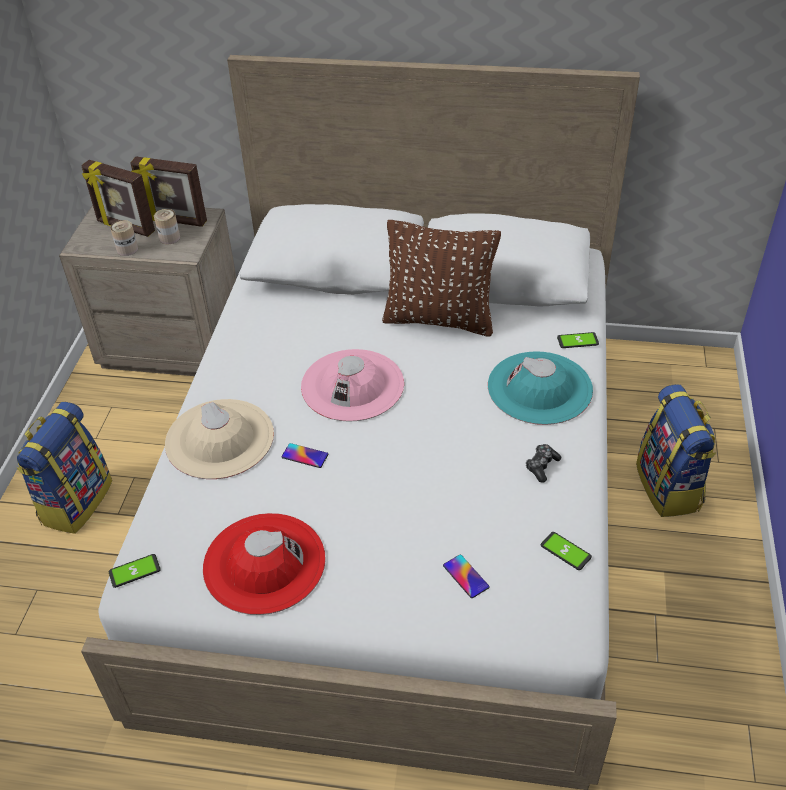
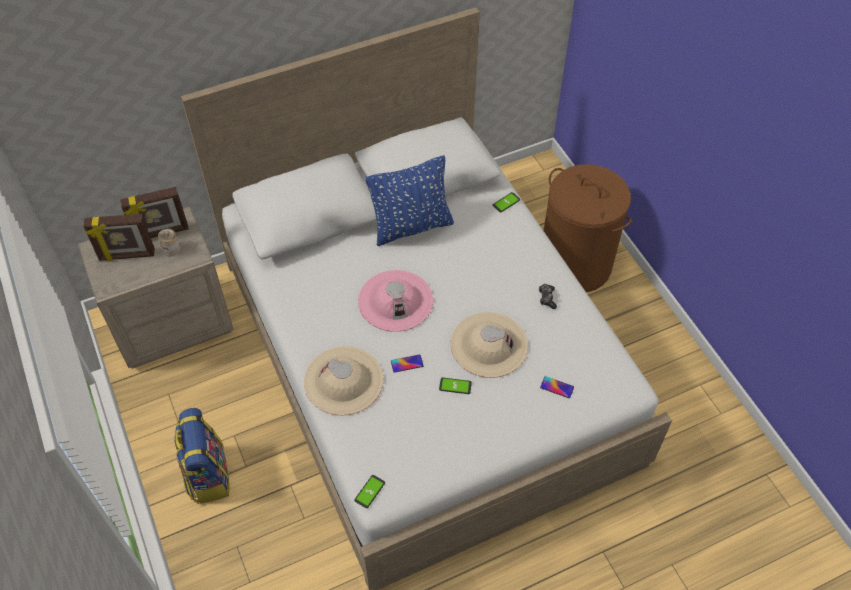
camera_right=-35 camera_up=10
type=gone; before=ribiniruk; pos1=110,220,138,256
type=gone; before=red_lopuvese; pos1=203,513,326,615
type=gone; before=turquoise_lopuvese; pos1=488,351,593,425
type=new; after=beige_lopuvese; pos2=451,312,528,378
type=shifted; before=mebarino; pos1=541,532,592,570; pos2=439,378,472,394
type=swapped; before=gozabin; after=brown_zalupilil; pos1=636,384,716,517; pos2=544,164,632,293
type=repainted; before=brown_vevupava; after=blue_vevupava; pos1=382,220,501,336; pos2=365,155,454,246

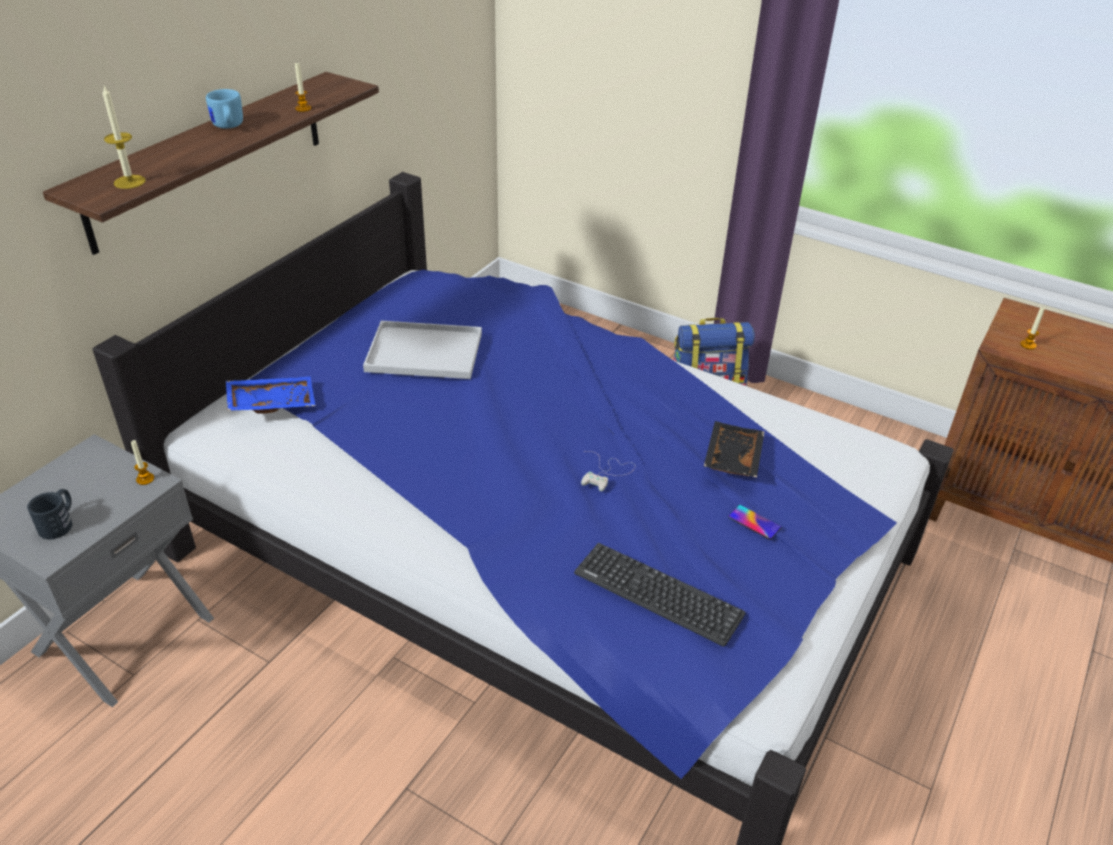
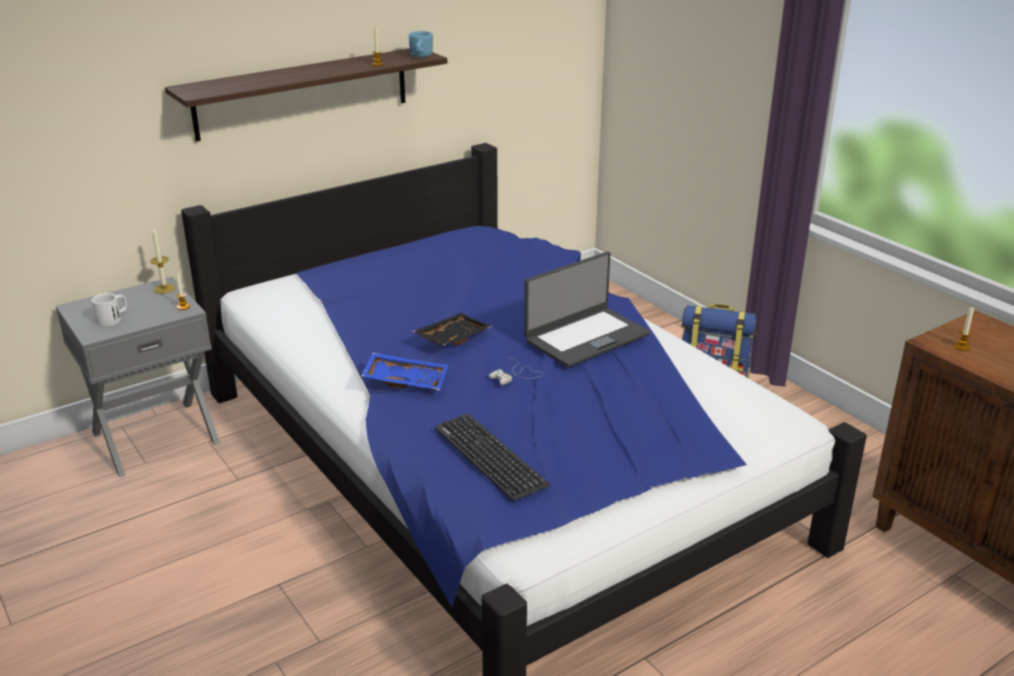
camera_right=25 camera_up=-10
type=gone; before=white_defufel; pos1=363,321,482,379
type=gone; before=mebarino; pos1=728,505,782,540
type=new; after=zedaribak; pos2=524,252,650,367
type=shifted; before=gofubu; pos1=103,86,146,189; pos2=150,228,175,294
type=shifted; before=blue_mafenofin; pos1=206,89,243,128; pos2=409,31,433,58
type=shifted; before=blue_defufel; pos1=226,377,316,414; pos2=361,352,448,390
type=shifted; before=black_defufel; pos1=704,421,764,477; pos2=412,313,493,346
type=repainted; before=black_mafenofin; after=white_mafenofin; pos1=27,489,72,539; pos2=92,293,127,327

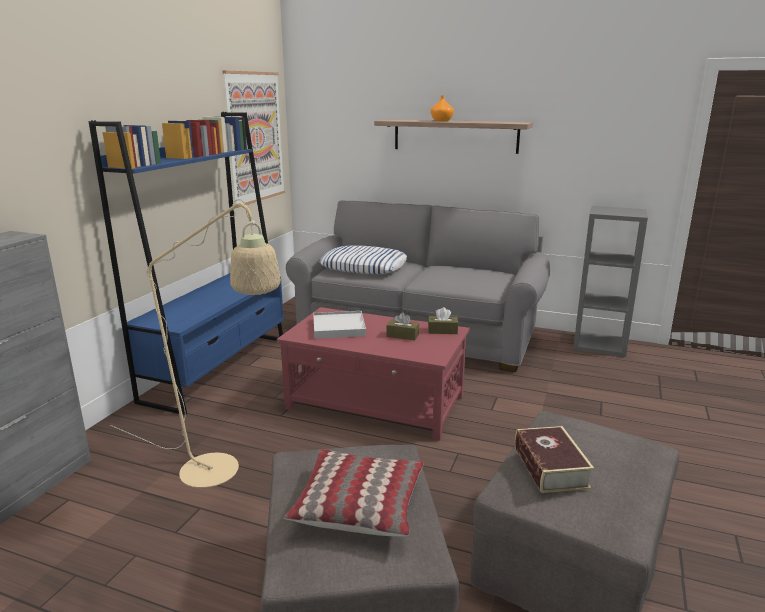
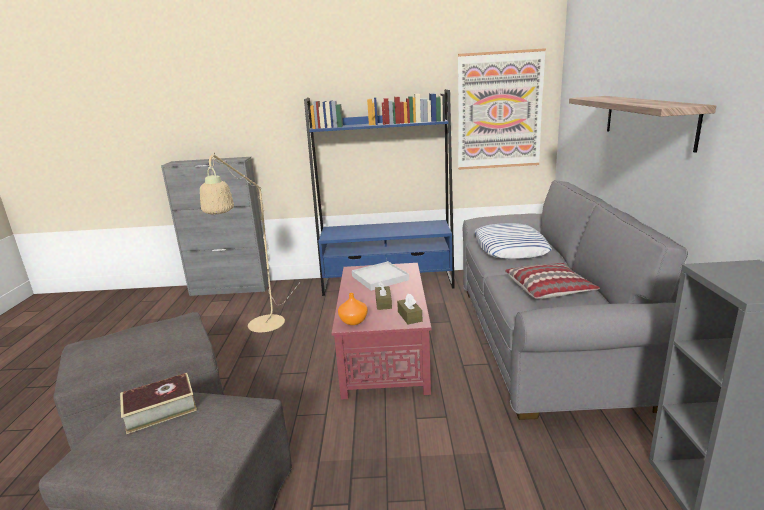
camera_right=70 camera_up=0
type=shifted; before=vevupava; pos1=284,449,424,536; pos2=505,263,600,299
type=shifted; before=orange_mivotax; pos1=431,95,454,121; pos2=338,293,368,325

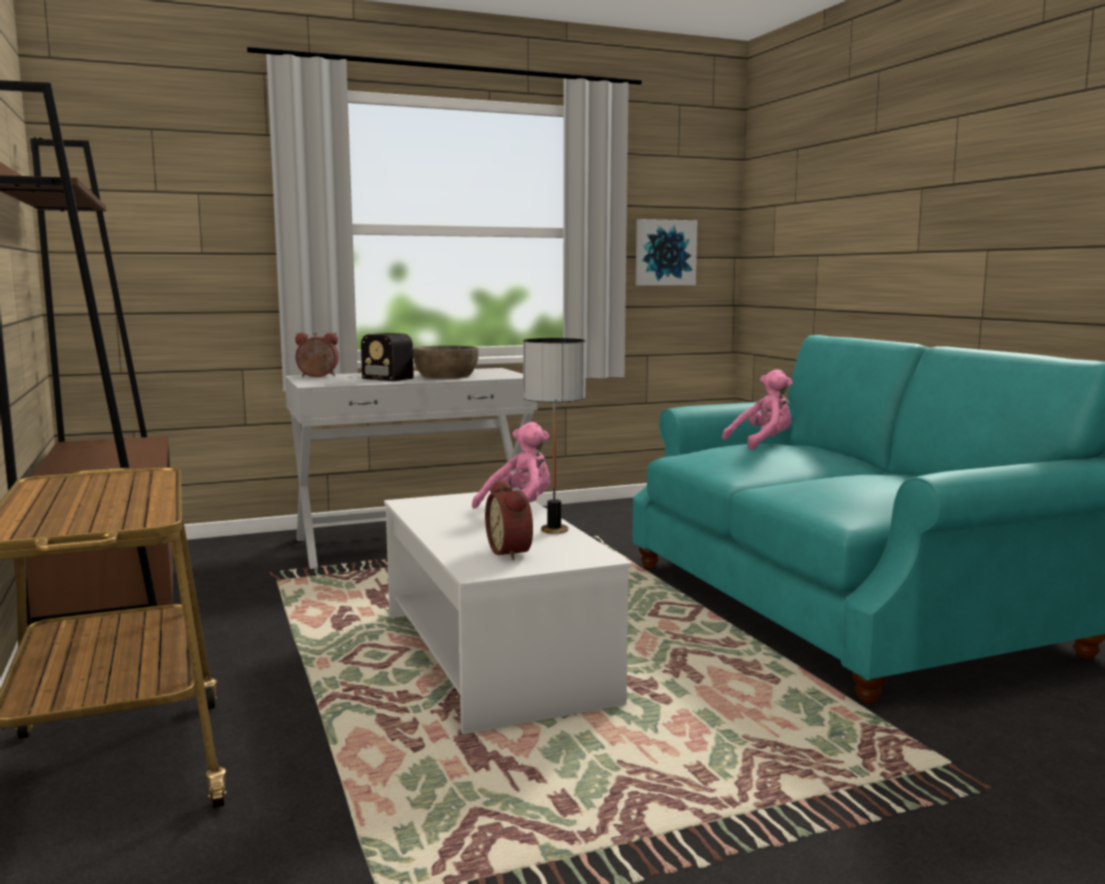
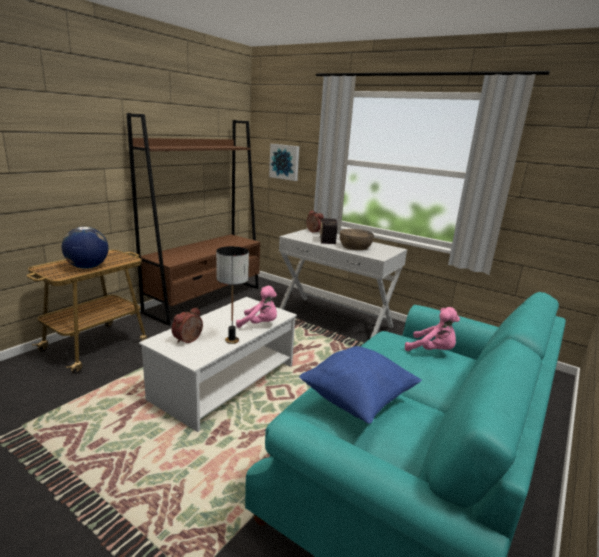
camera_right=55 camera_up=10
type=new; after=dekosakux; pos2=62,227,108,269
type=new; after=blue_vevupava; pos2=299,346,422,424
type=shifted; before=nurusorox; pos1=636,219,697,286; pos2=269,144,299,181

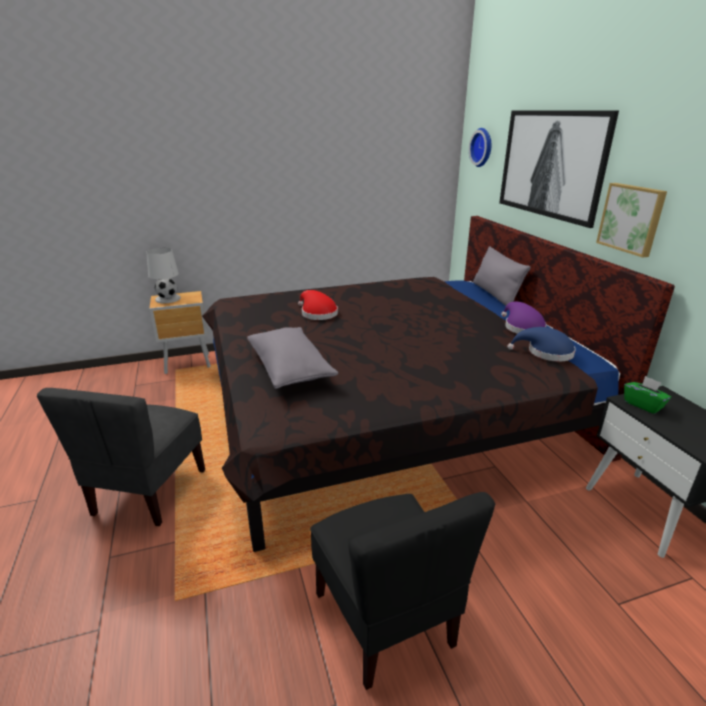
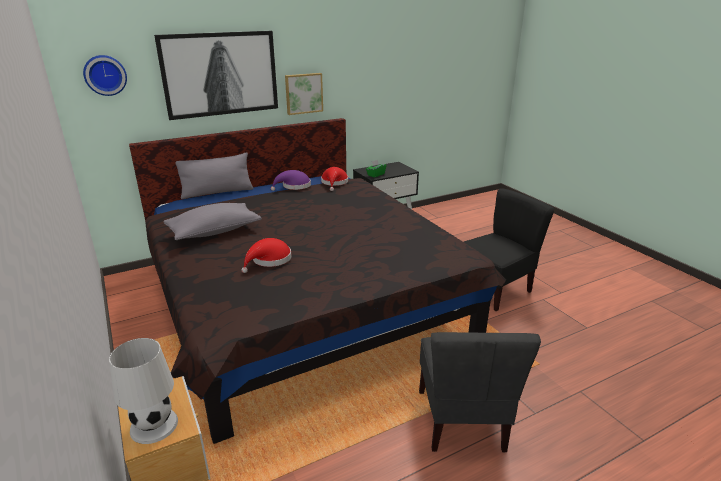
camera_right=-100 camera_up=0
type=shifted; before=grey_vevupava; pos1=247,327,338,389; pos2=163,203,262,240
type=repainted; before=blue_lopuvese; after=red_lopuvese; pos1=507,327,576,361; pos2=321,167,348,191
type=rotated; before=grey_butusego; pos1=37,388,205,526; pos2=419,332,541,452; turn=90

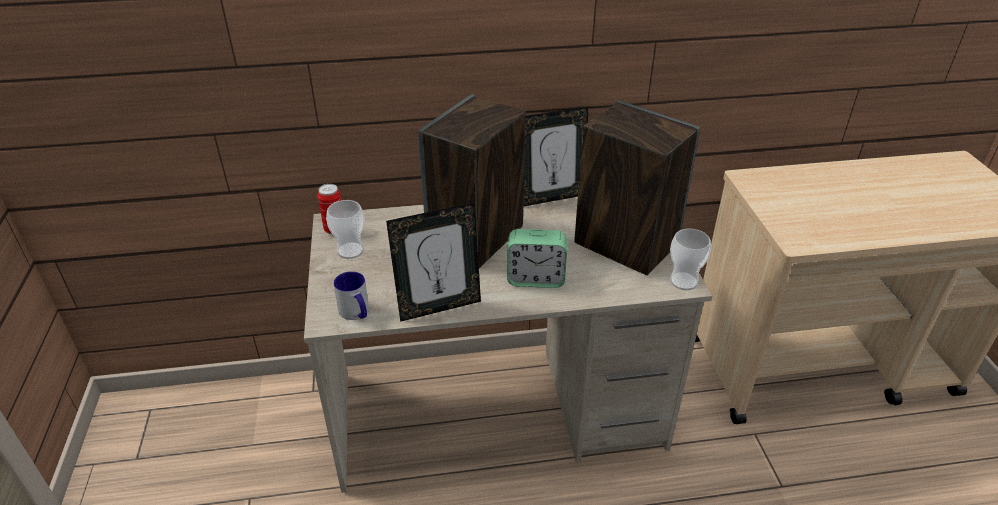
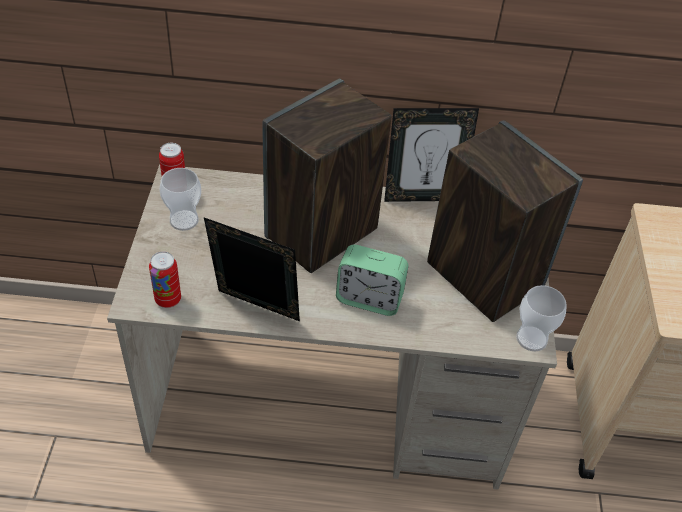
camera_right=10 camera_up=10
type=swapped; before=mafenofin; after=ribiniruk; pos1=333,271,369,320; pos2=149,251,181,308
type=rotated; before=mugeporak; pos1=386,203,481,322; pos2=204,217,300,321; turn=-150

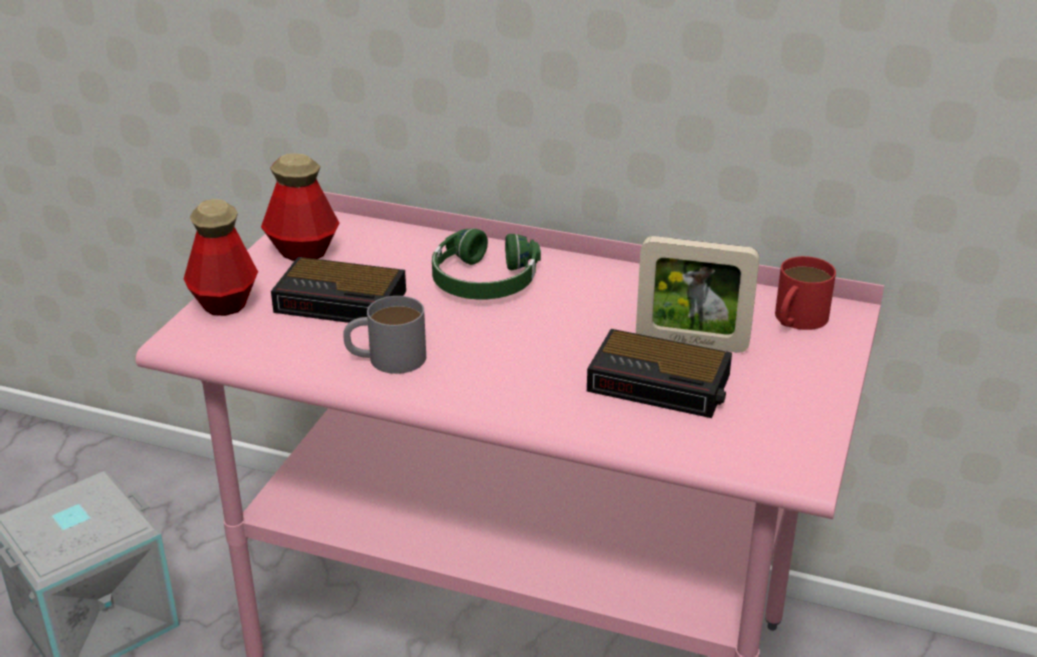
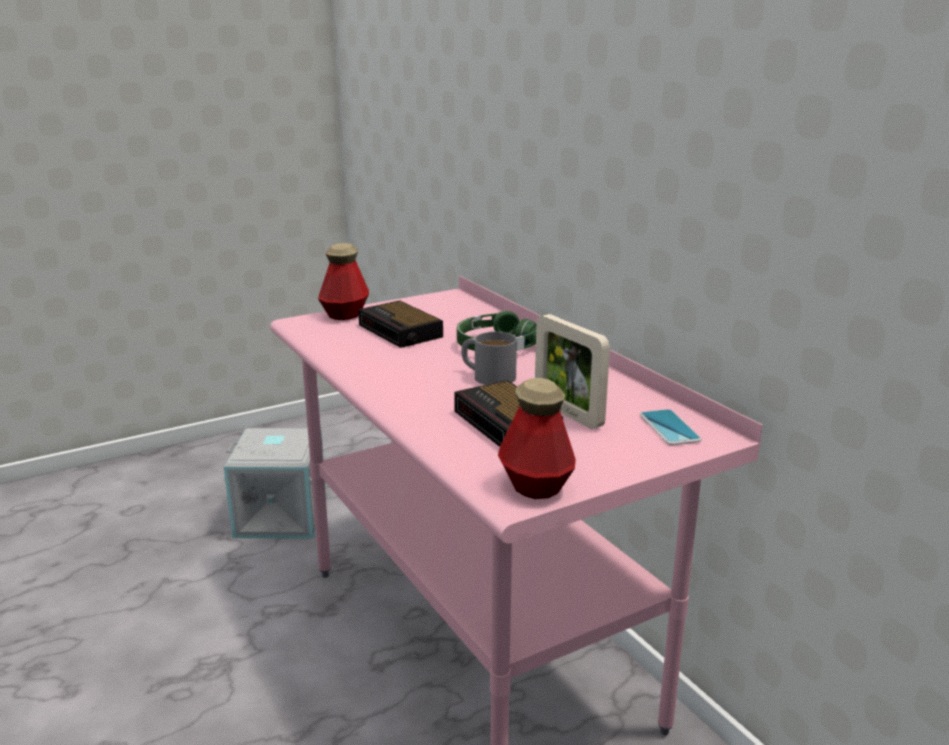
camera_right=40 camera_up=-10
type=shifted; before=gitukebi; pos1=261,153,340,261; pos2=498,378,576,499
type=shifted; before=grey_mafenofin; pos1=343,296,426,374; pos2=461,332,517,385
type=swapped; before=red_mafenofin; after=mebarino; pos1=775,256,836,330; pos2=640,409,702,445

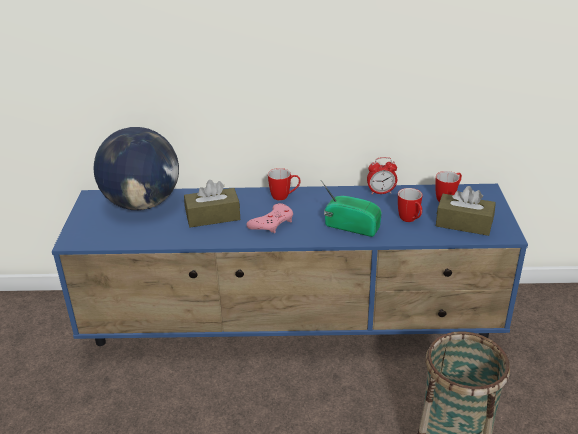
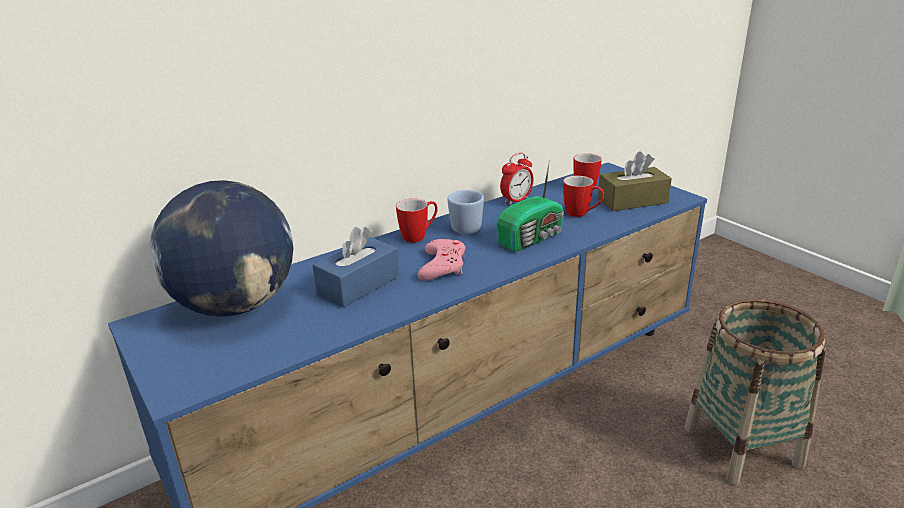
camera_right=-35 camera_up=-5
type=new; after=blue_mafenofin; pos2=447,190,484,234
type=repainted; before=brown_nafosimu; after=blue_nafosimu; pos1=184,180,240,228; pos2=313,227,399,307
type=rotated; before=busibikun; pos1=321,180,382,237; pos2=497,161,564,252; turn=150

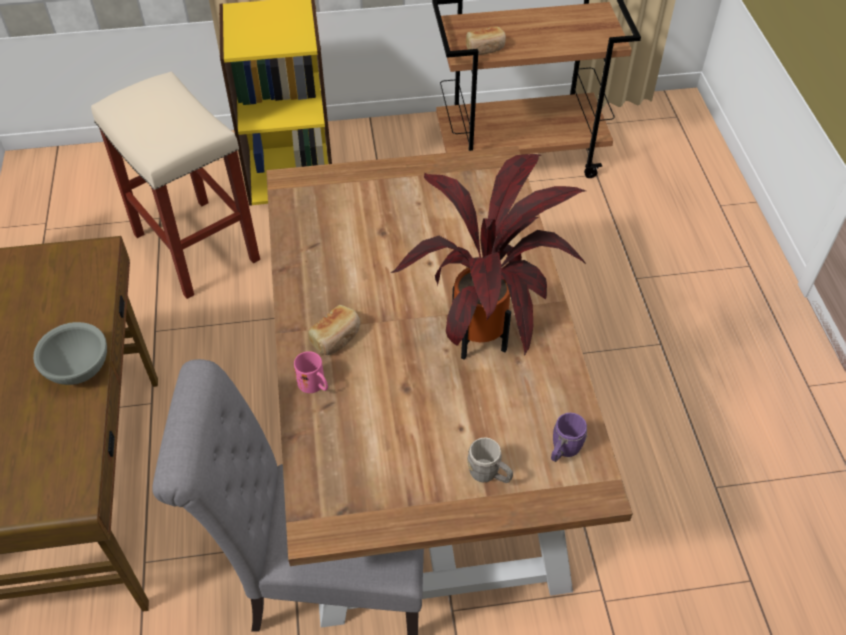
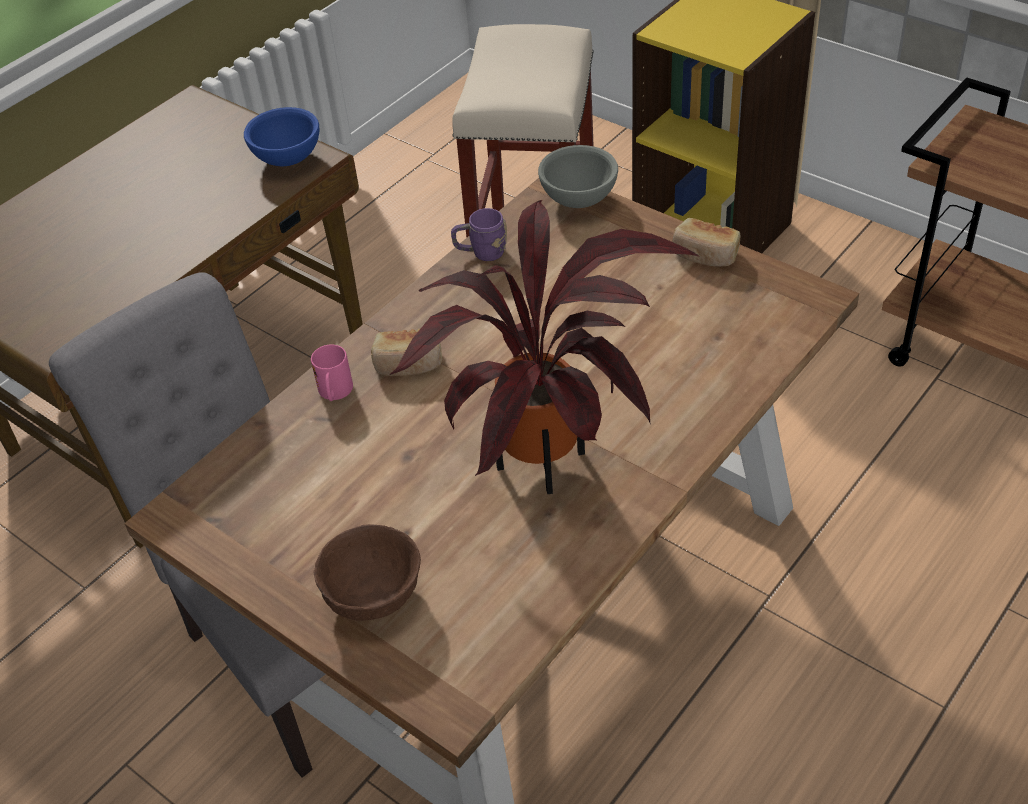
camera_right=50 camera_up=-5
type=new; after=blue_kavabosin; pos2=244,107,319,166
type=shifted; before=grey_kavabosin; pos1=33,322,107,385; pos2=538,145,618,208
type=shifted; before=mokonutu; pos1=466,27,506,55; pos2=672,218,740,267
type=shifted; before=purple_mafenofin; pos1=551,413,587,462; pos2=451,208,507,261
type=swapped; before=grey_mafenofin; after=brown_kavabosin; pos1=467,437,513,483; pos2=313,524,421,621

